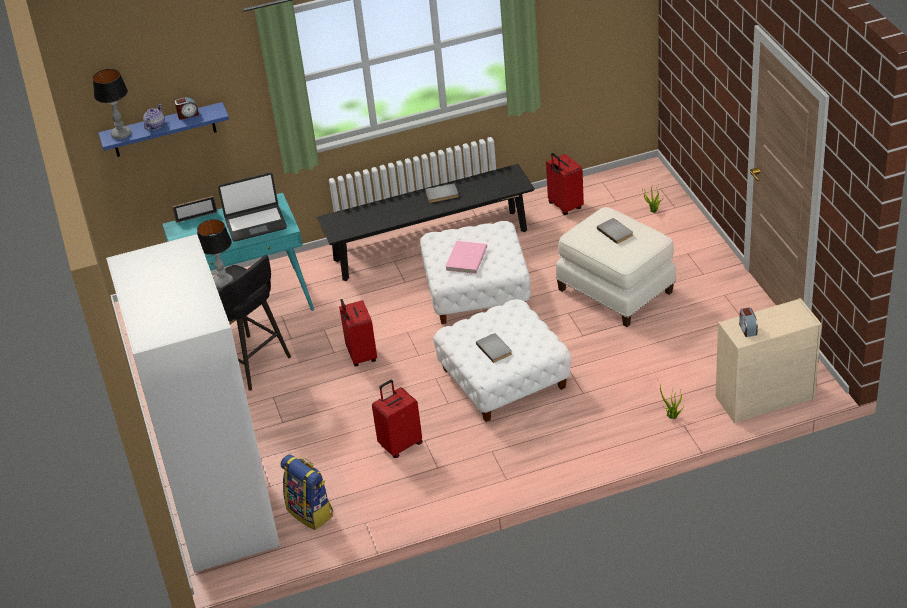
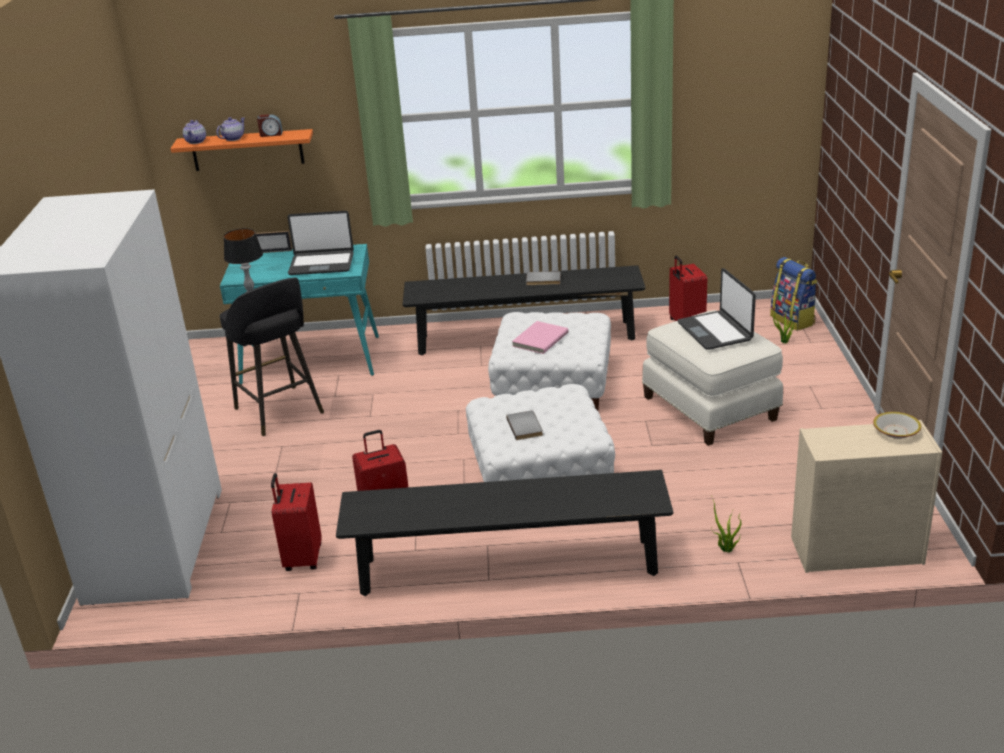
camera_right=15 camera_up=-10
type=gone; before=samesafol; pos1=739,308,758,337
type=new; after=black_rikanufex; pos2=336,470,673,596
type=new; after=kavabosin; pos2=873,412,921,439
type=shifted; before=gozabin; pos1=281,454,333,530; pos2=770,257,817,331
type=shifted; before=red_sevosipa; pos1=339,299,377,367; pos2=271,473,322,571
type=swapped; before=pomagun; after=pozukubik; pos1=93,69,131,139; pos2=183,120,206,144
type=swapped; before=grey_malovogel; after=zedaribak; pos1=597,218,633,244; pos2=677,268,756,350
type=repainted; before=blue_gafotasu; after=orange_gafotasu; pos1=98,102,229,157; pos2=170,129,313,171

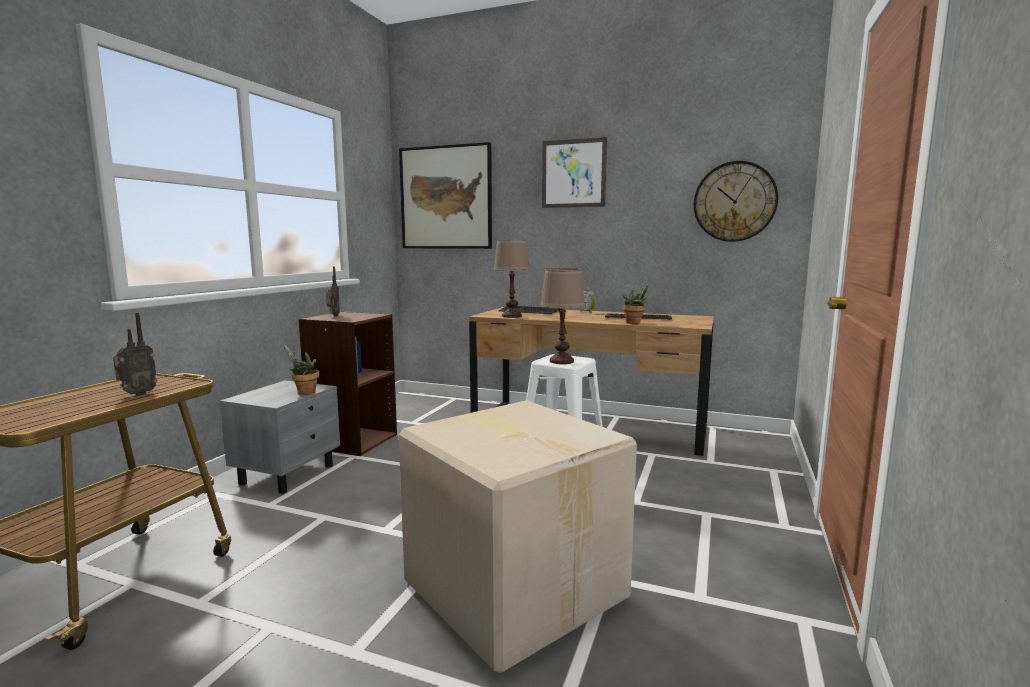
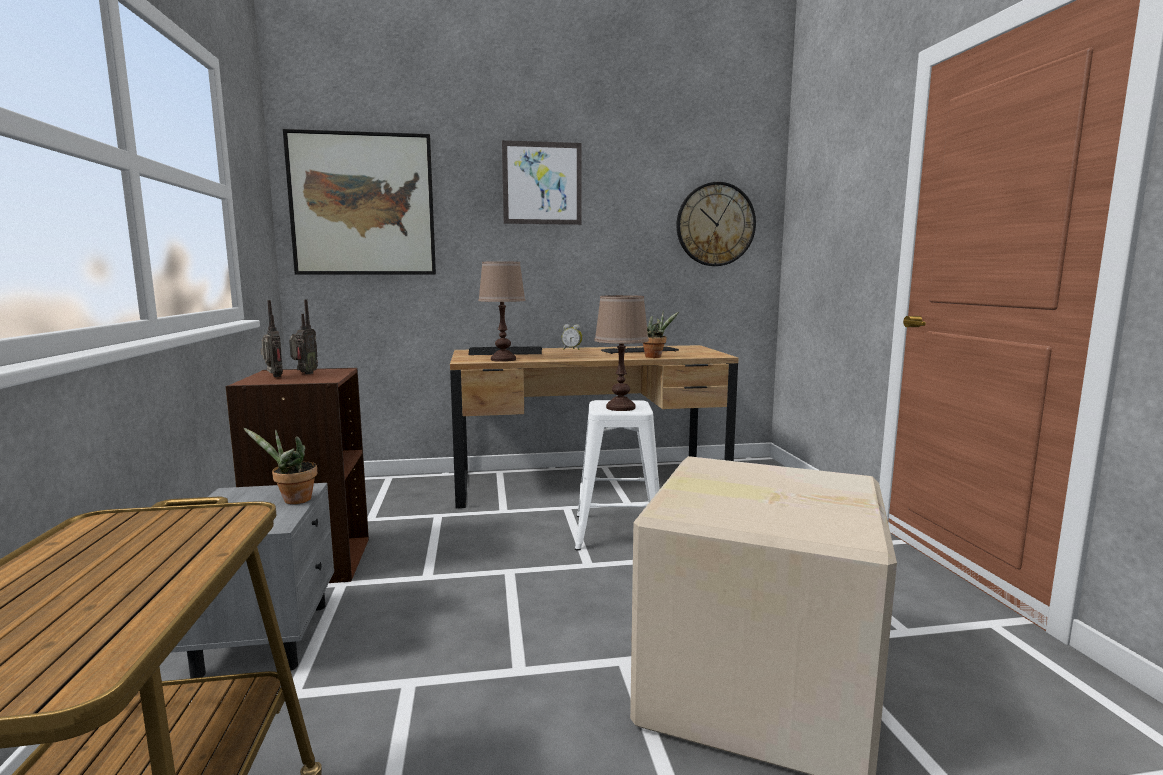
camera_right=-30 camera_up=0
type=shifted; before=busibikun; pos1=113,313,157,396; pos2=289,299,318,374

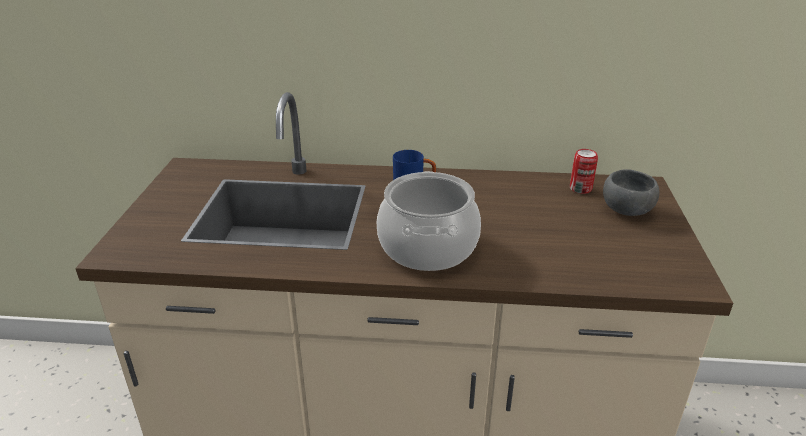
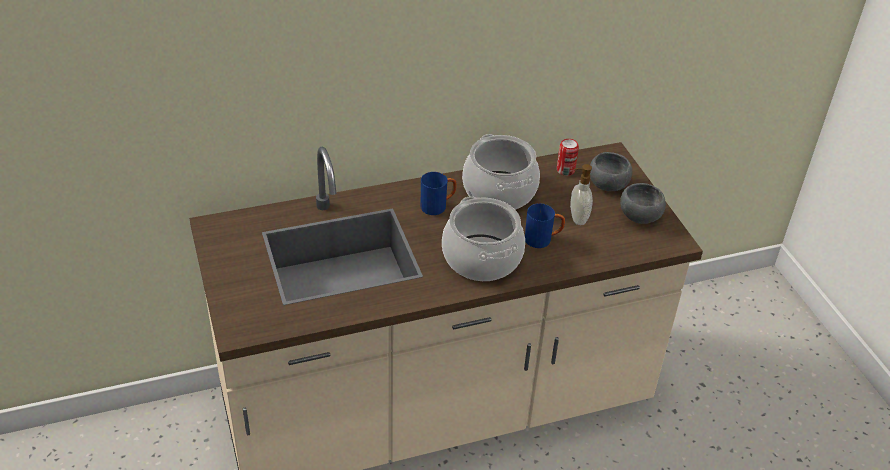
camera_right=-25 camera_up=10
type=new; after=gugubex; pos2=462,134,540,209
type=new; after=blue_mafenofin; pos2=525,203,565,248
type=new; after=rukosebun; pos2=570,164,593,225
type=new; after=grey_kavabosin; pos2=620,183,666,224

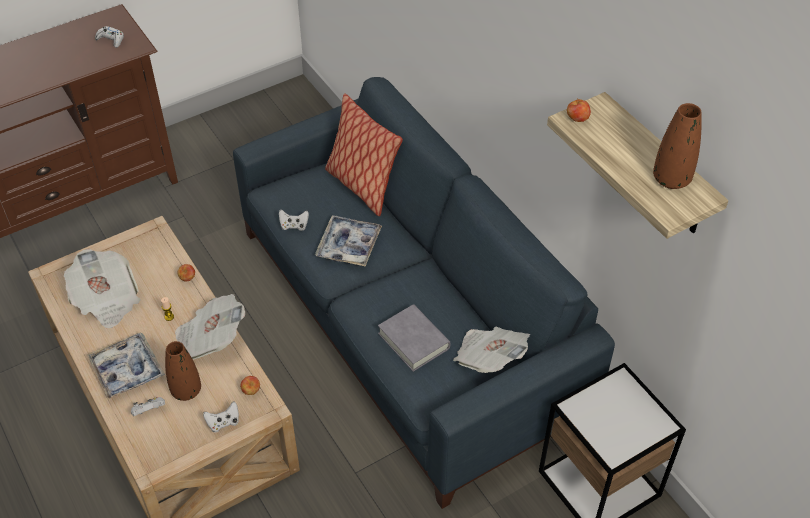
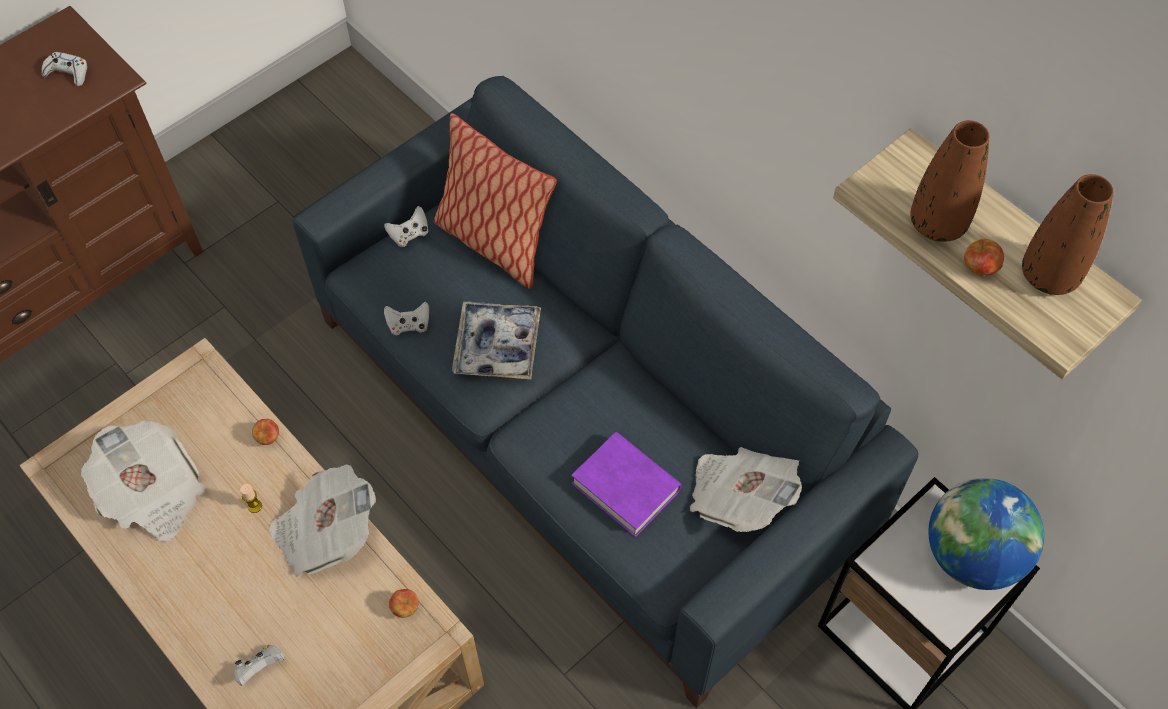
camera_right=-10 camera_up=10
type=gone; before=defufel; pos1=87,332,165,399
type=new; after=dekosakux; pos2=928,478,1044,590
type=shifted; before=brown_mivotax; pos1=165,341,201,401; pos2=910,120,989,242
type=shifted; before=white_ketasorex; pos1=203,401,239,432; pos2=384,206,429,247
type=shifted; before=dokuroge; pos1=567,99,591,122; pos2=964,238,1004,275
type=repainted; before=grey_malovogel; after=purple_malovogel; pos1=378,304,451,372; pos2=571,432,681,537

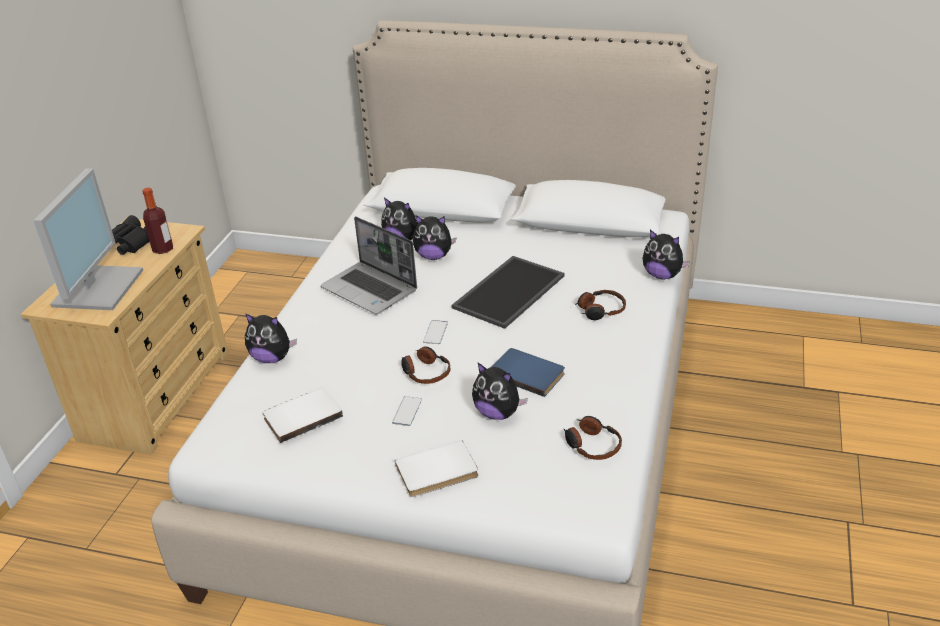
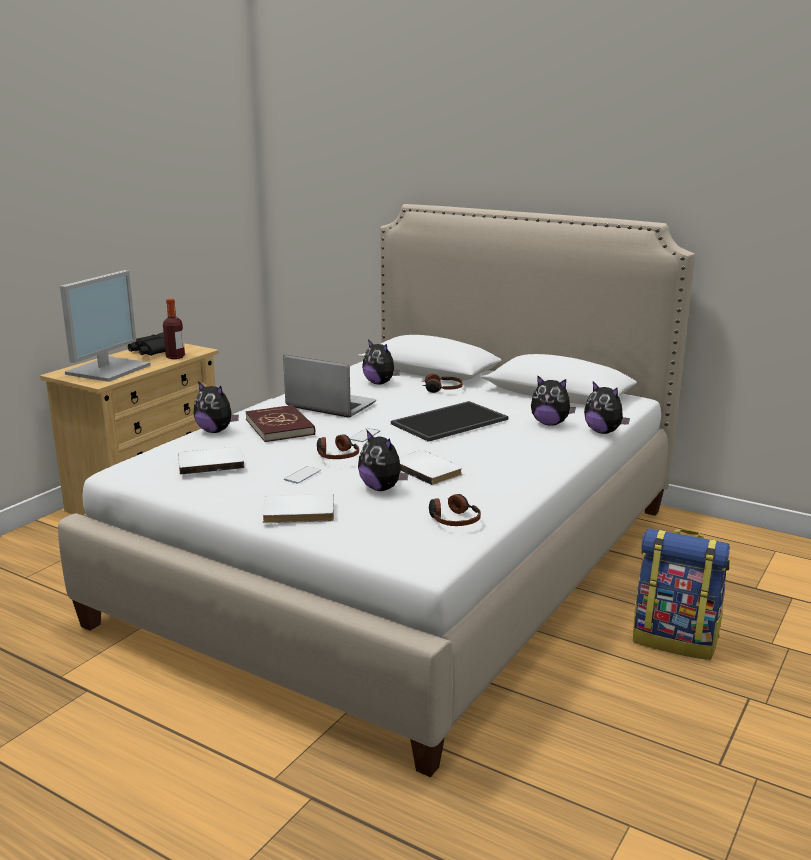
camera_right=15 camera_up=-15
type=new; after=red_malovogel; pos2=245,405,315,442
type=new; after=gozabin; pos2=633,528,730,660
type=shifted; before=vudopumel; pos1=413,215,457,260; pos2=531,375,576,426
type=shifted; before=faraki; pos1=575,290,626,320; pos2=422,374,463,393
type=repainted; before=blue_malovogel; after=white_malovogel; pos1=492,348,565,397; pos2=399,450,462,485
type=rotated; before=zedaribak; pos1=321,216,417,315; pos2=283,355,376,417; turn=150

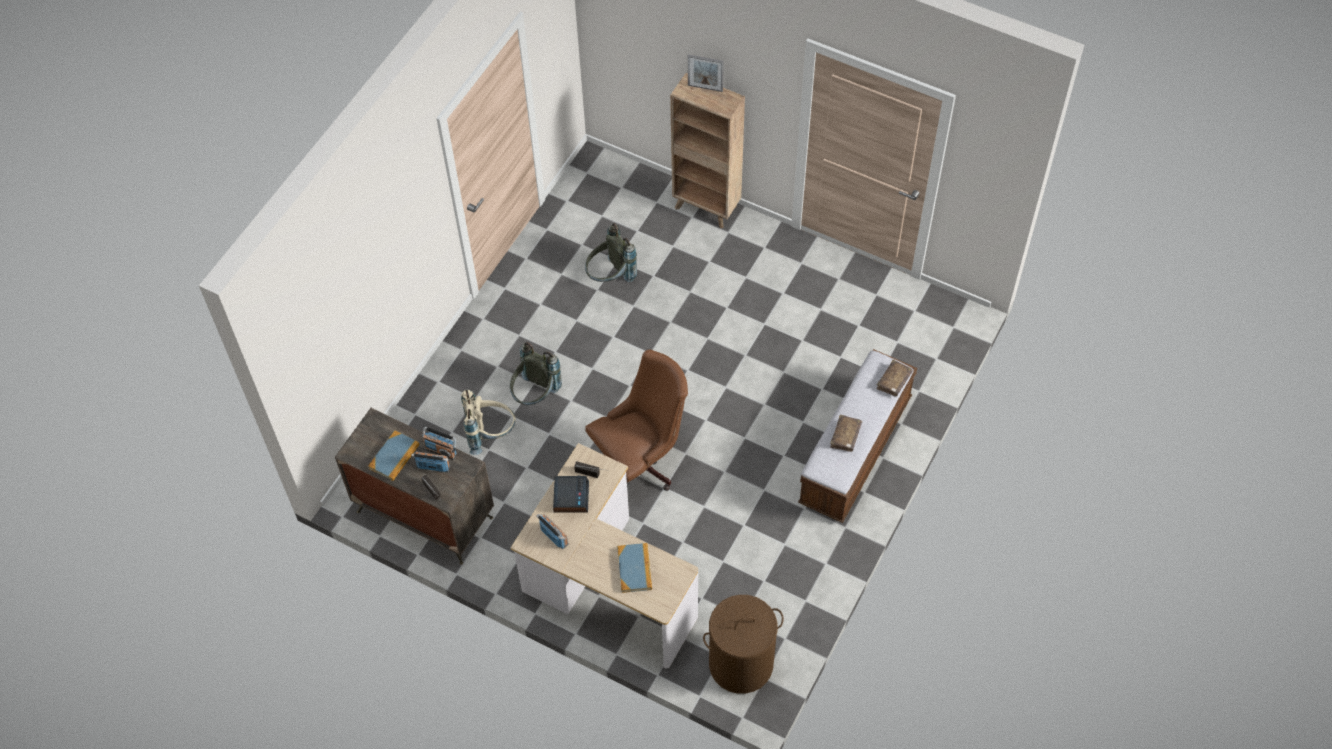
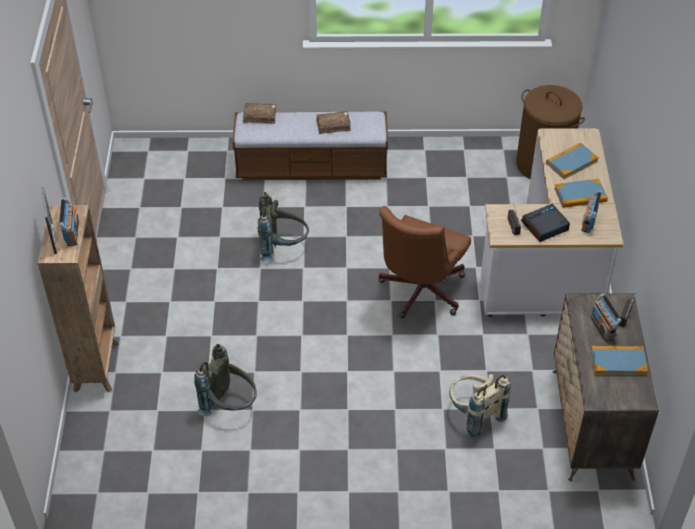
camera_right=-120 camera_up=-10
type=new; after=malovogel; pos2=554,179,608,208
type=shifted; before=busibikun; pos1=422,427,457,460; pos2=59,197,79,246
type=shifted; before=grey_gozabin; pos1=510,342,562,405; pos2=258,192,309,262
type=rotated; before=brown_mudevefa; pos1=585,350,688,491; pos2=379,206,471,318; turn=-90

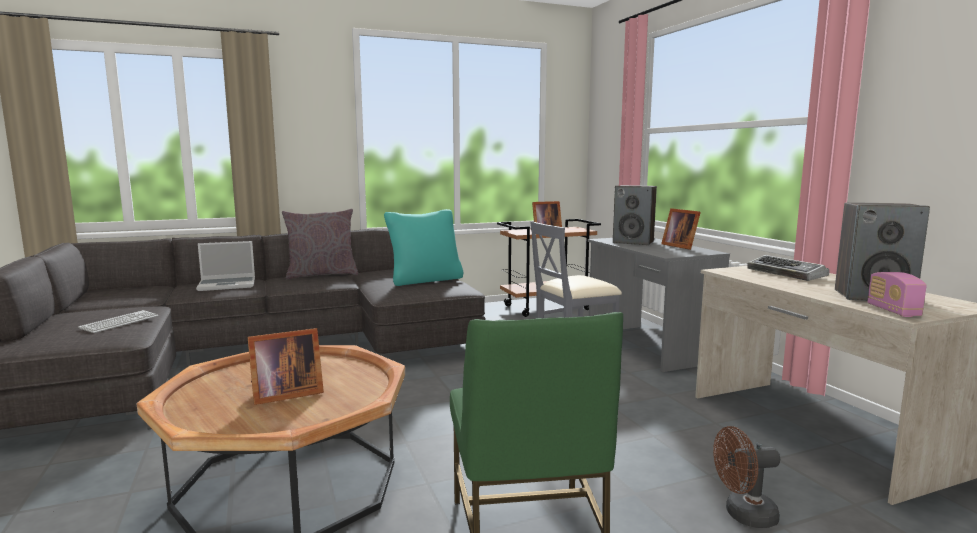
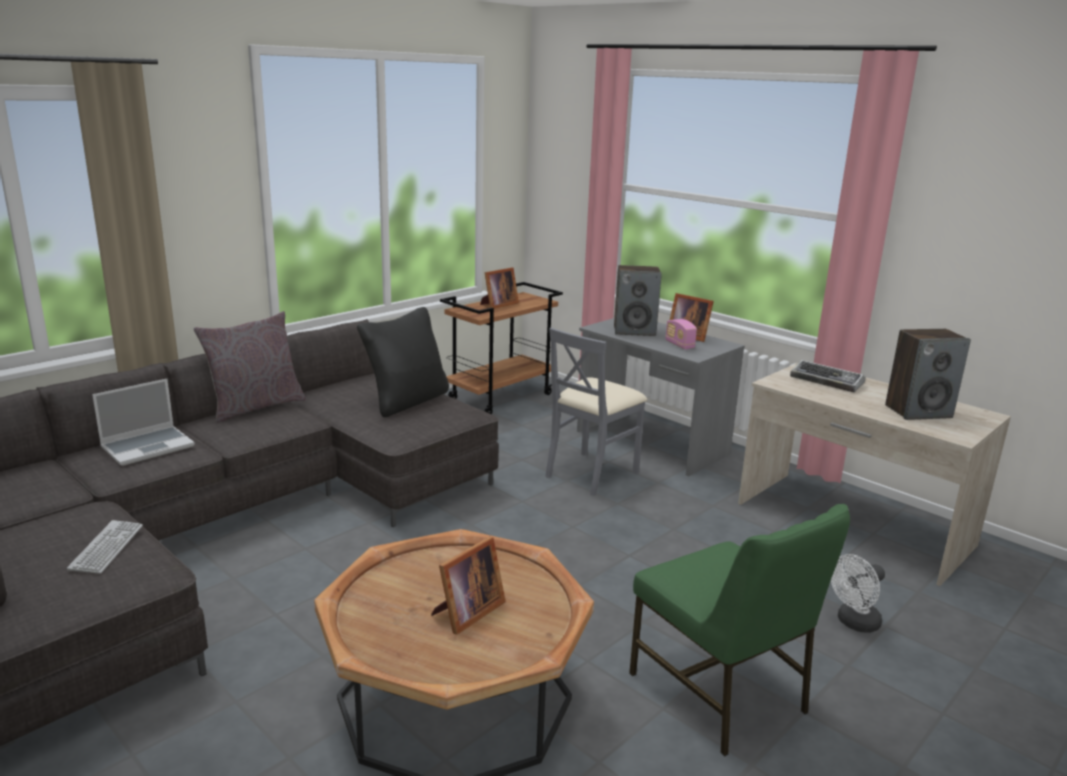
camera_right=-25 camera_up=10
type=shifted; before=busibikun; pos1=867,272,927,317; pos2=665,319,697,349
type=repainted; before=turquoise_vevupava; after=black_vevupava; pos1=384,209,463,286; pos2=357,307,449,417
type=repainted; before=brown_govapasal; after=white_govapasal; pos1=713,426,780,528; pos2=831,554,885,633

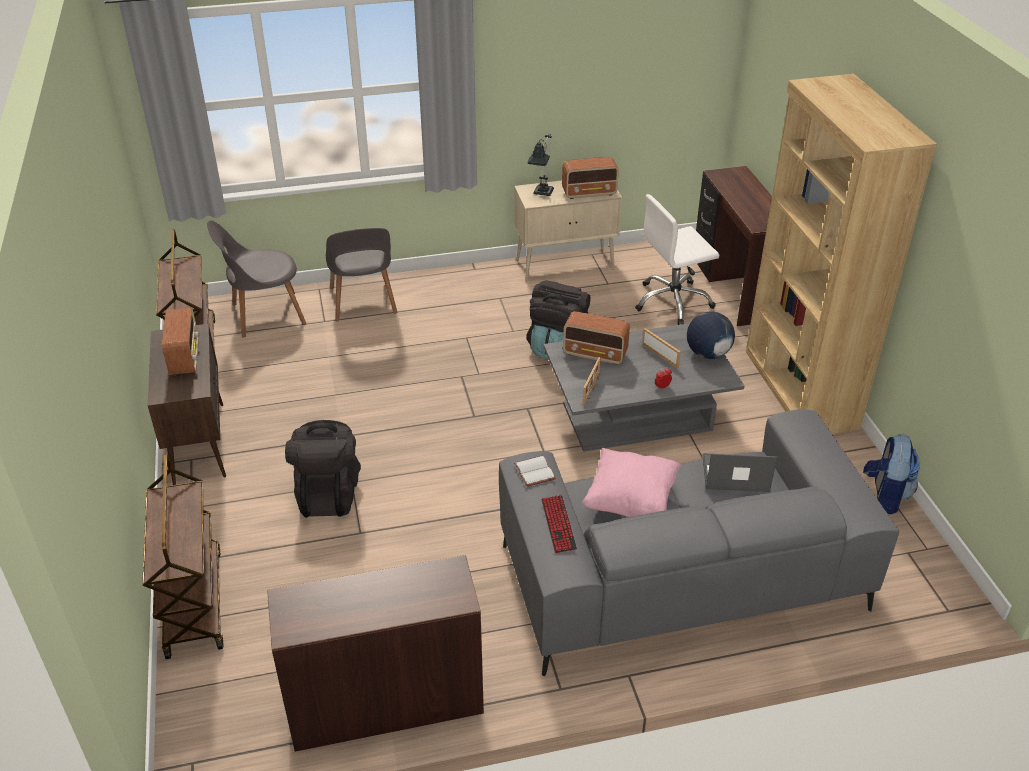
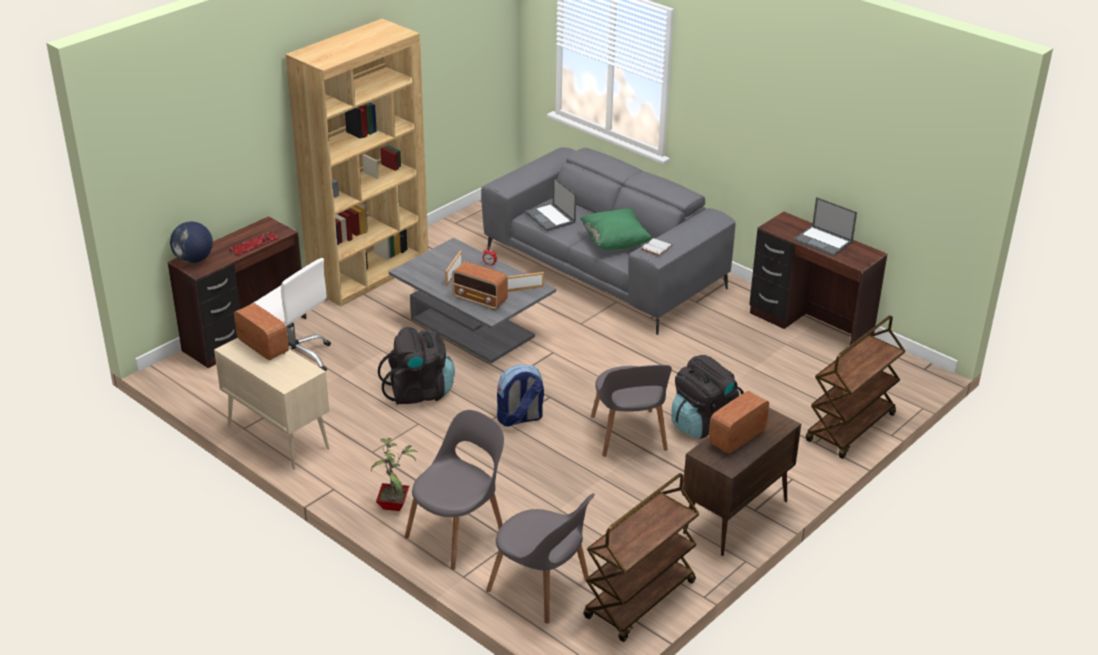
camera_right=-125 camera_up=-5
type=gone; before=pomagun; pos1=528,134,554,196
type=new; after=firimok; pos2=371,438,417,511
type=new; after=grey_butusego; pos2=591,365,672,457
type=new; after=zedaribak; pos2=793,197,857,256
type=shifted; before=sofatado; pos1=541,495,577,553; pos2=229,232,280,256
type=shifted; before=dekosakux; pos1=687,311,735,359; pos2=170,221,213,263
type=shifted; before=gozabin; pos1=863,434,920,515; pos2=497,365,544,427
type=repainted; before=pink_vevupava; after=green_vevupava; pos1=582,448,681,517; pos2=580,208,652,250
type=rotated; before=busibikun; pos1=563,311,630,365; pos2=452,261,508,310; turn=135

